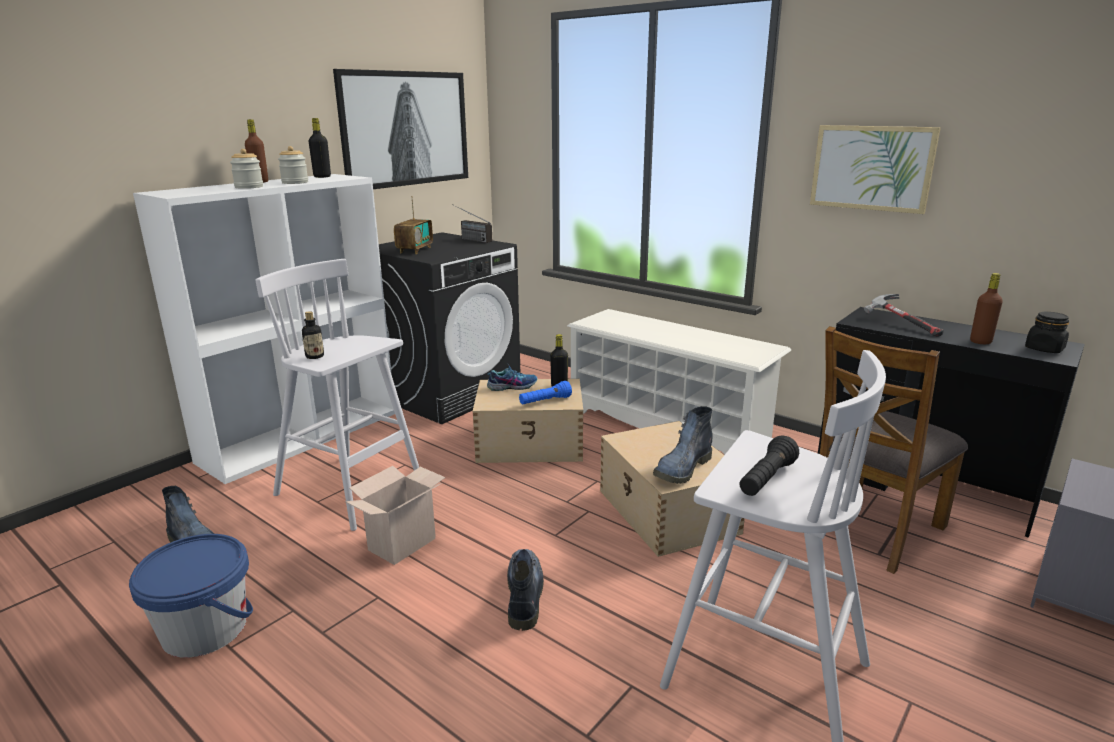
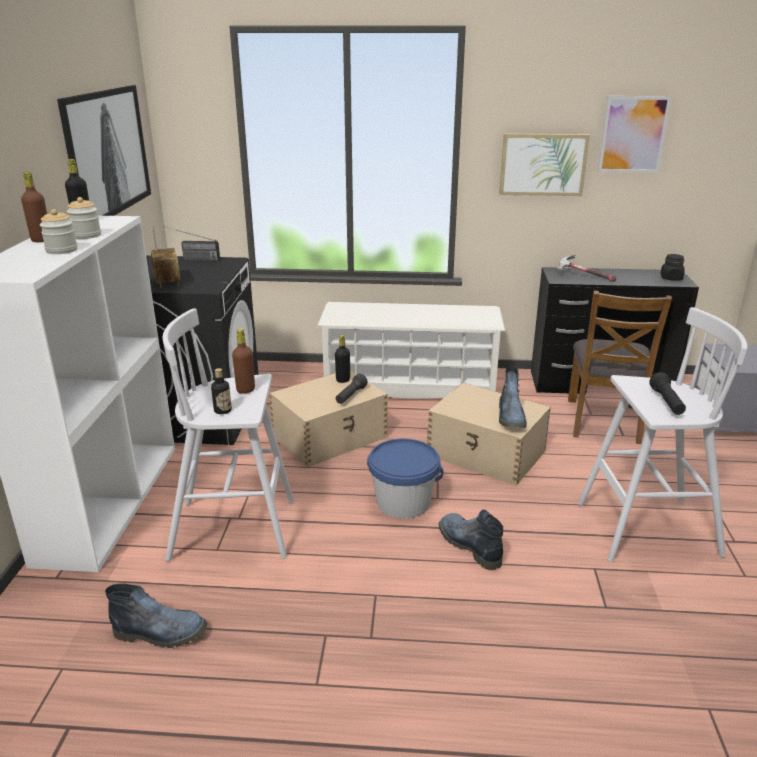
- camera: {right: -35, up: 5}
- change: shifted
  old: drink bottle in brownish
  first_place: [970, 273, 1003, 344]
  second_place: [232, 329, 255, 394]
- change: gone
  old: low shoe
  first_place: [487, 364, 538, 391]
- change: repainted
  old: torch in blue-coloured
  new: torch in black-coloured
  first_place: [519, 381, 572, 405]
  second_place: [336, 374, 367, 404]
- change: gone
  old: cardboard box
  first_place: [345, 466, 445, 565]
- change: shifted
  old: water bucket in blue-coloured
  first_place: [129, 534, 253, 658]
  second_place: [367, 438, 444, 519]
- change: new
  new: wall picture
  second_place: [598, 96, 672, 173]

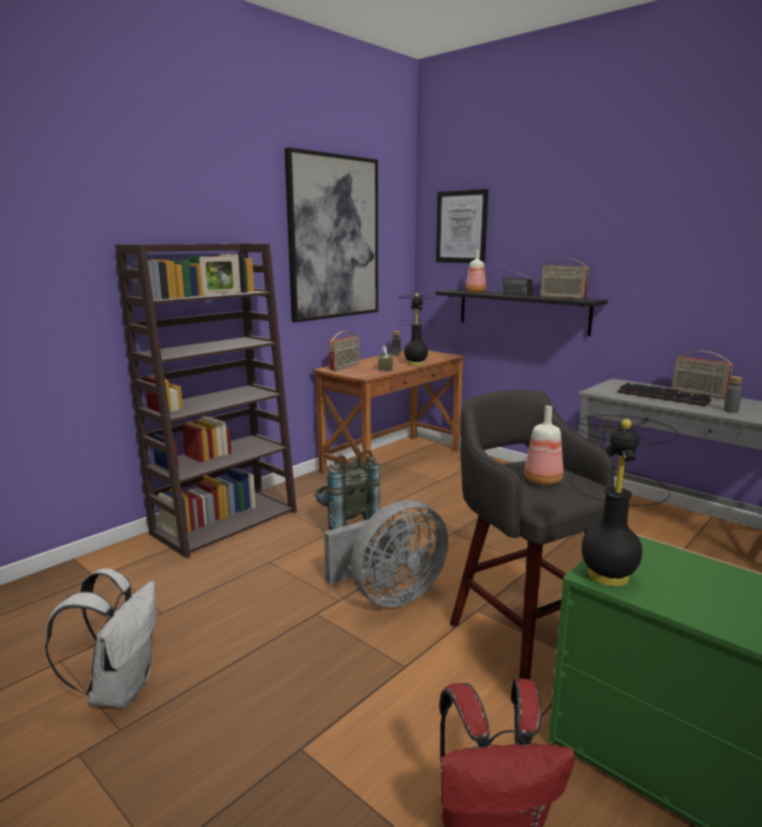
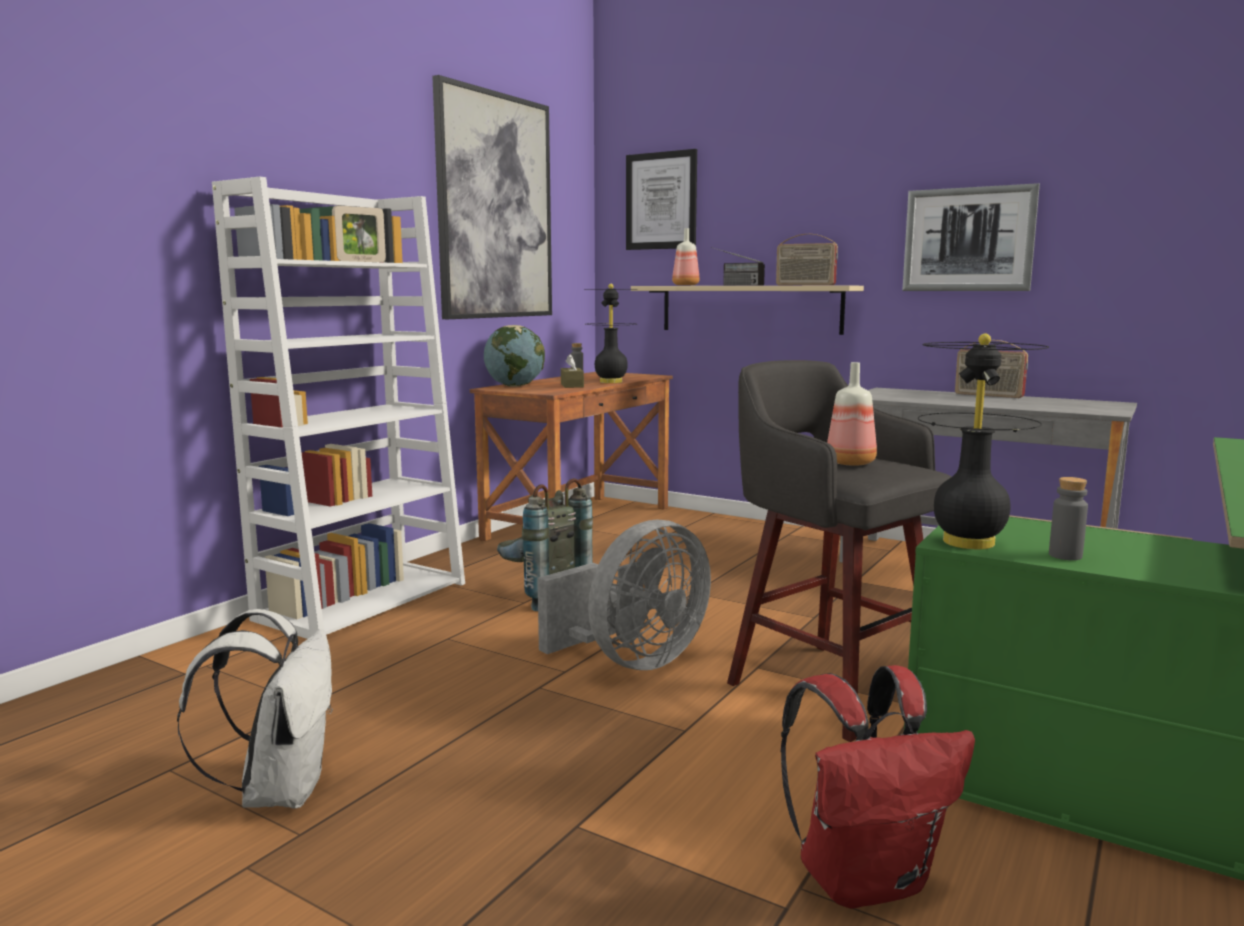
- camera: {right: -10, up: -5}
- change: repainted
  old: bookcase in brownish
  new: bookcase in whitish
  first_place: [115, 243, 297, 558]
  second_place: [212, 177, 465, 639]
- change: repainted
  old: bracket shelf in black-coloured
  new: bracket shelf in beige
  first_place: [436, 290, 608, 336]
  second_place: [631, 286, 864, 335]
- change: swapped
  old: radio set
  new: desk globe
  first_place: [329, 331, 359, 370]
  second_place: [484, 325, 545, 387]
- change: shifted
  old: drink bottle in gray
  first_place: [723, 376, 743, 413]
  second_place: [1049, 477, 1088, 560]
- change: gone
  old: PC keyboard
  first_place: [618, 383, 712, 406]
- change: new
  new: wall picture
  second_place: [902, 183, 1040, 291]

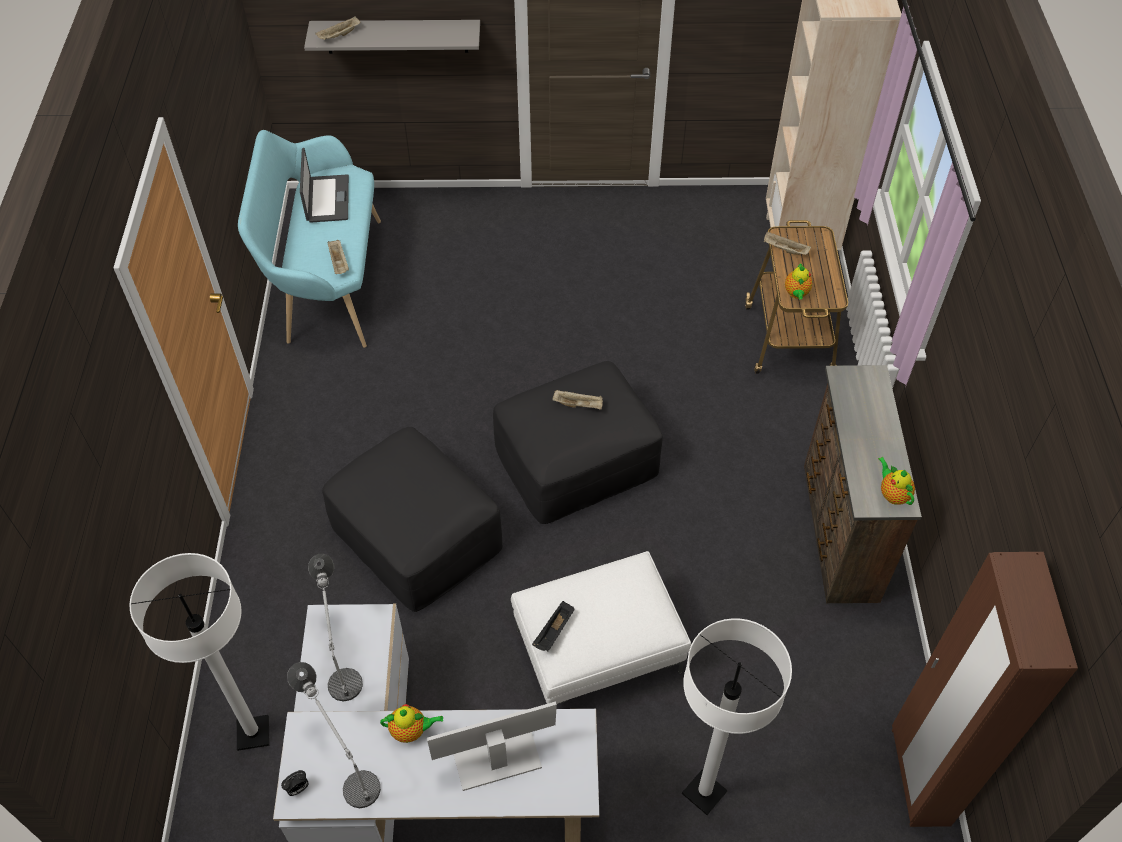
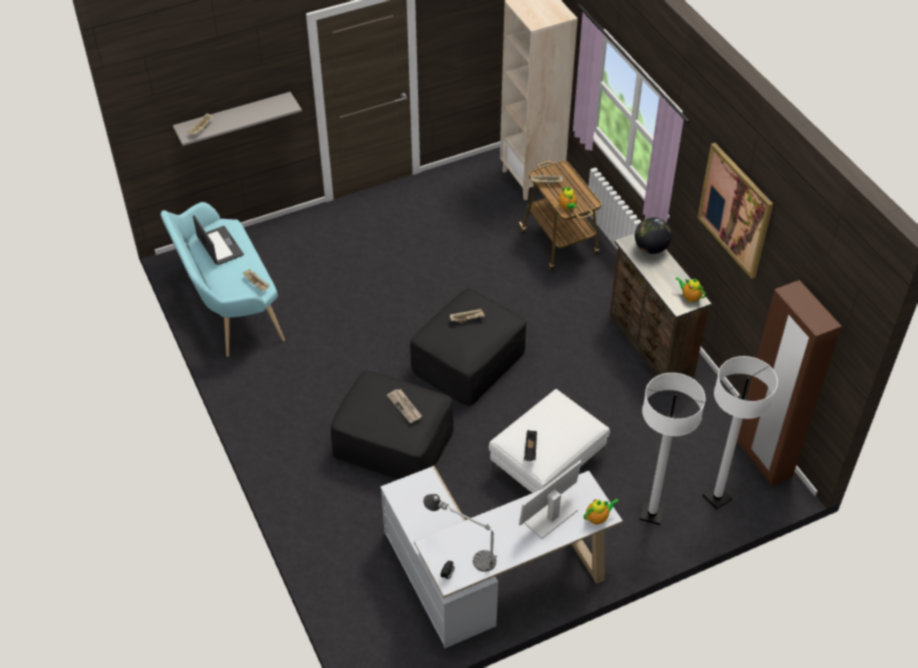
- camera: {right: -25, up: -5}
- change: shifted
  old: standing lamp in whitish
  first_place: [130, 553, 270, 751]
  second_place: [703, 356, 778, 509]
- change: gone
  old: lamp for a table
  first_place: [308, 554, 363, 701]
- change: shifted
  old: tea pot
  first_place: [380, 704, 443, 743]
  second_place: [584, 499, 619, 524]
- change: new
  new: wall picture
  second_place: [697, 143, 773, 279]
- change: new
  new: desk globe
  second_place: [635, 217, 672, 254]
- change: new
  new: daily paper
  second_place: [387, 389, 422, 423]

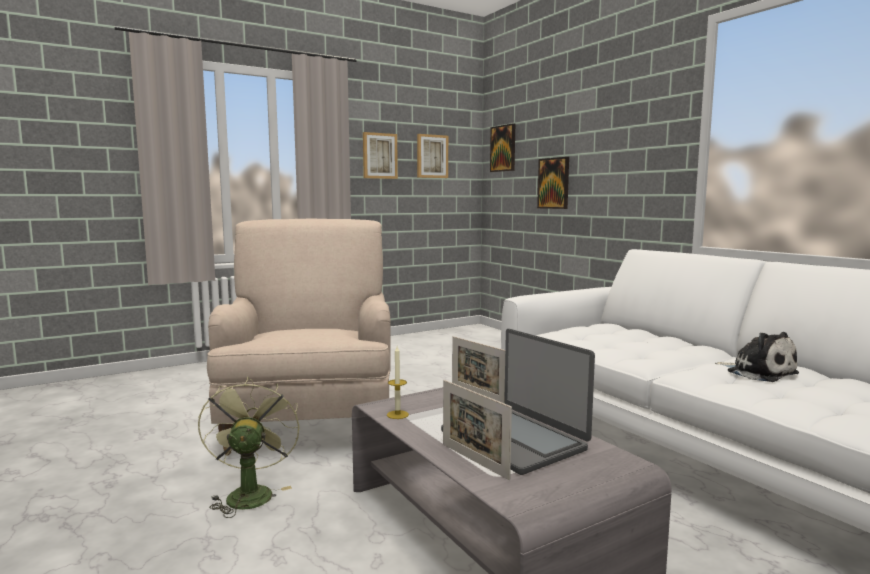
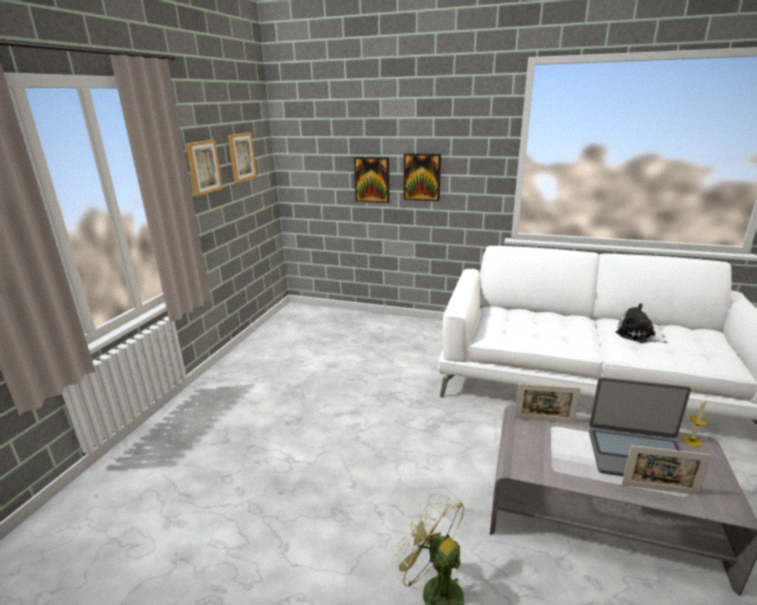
- camera: {right: -40, up: 15}
- change: shifted
  old: wall picture
  first_place: [490, 123, 515, 172]
  second_place: [404, 154, 441, 201]
- change: gone
  old: easy chair in beige
  first_place: [207, 219, 391, 456]
- change: rotated
  old: soft toy
  first_place: [715, 332, 799, 382]
  second_place: [616, 303, 668, 343]
  degrees: -150
- change: shifted
  old: wax light
  first_place: [387, 346, 409, 419]
  second_place: [683, 397, 707, 447]

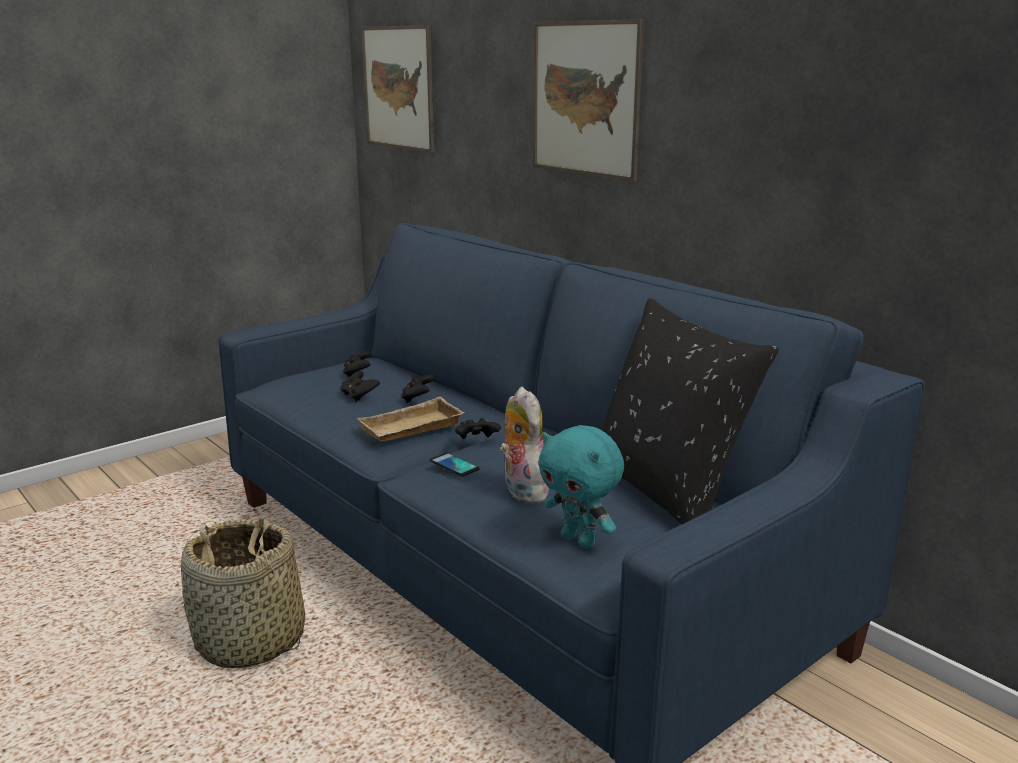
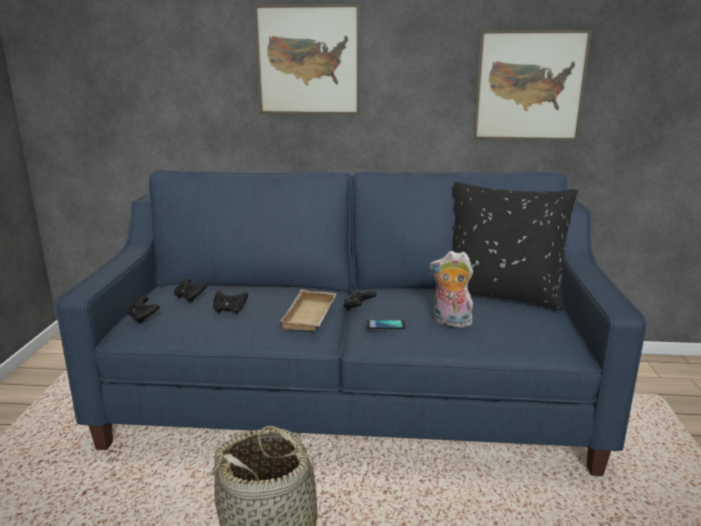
- camera: {right: -45, up: 0}
- change: shifted
  old: wall picture
  first_place: [361, 25, 434, 153]
  second_place: [473, 30, 592, 141]
- change: shifted
  old: joypad in black-coloured
  first_place: [401, 374, 435, 403]
  second_place: [127, 296, 160, 324]
- change: gone
  old: soft toy in turquoise
  first_place: [538, 425, 624, 549]

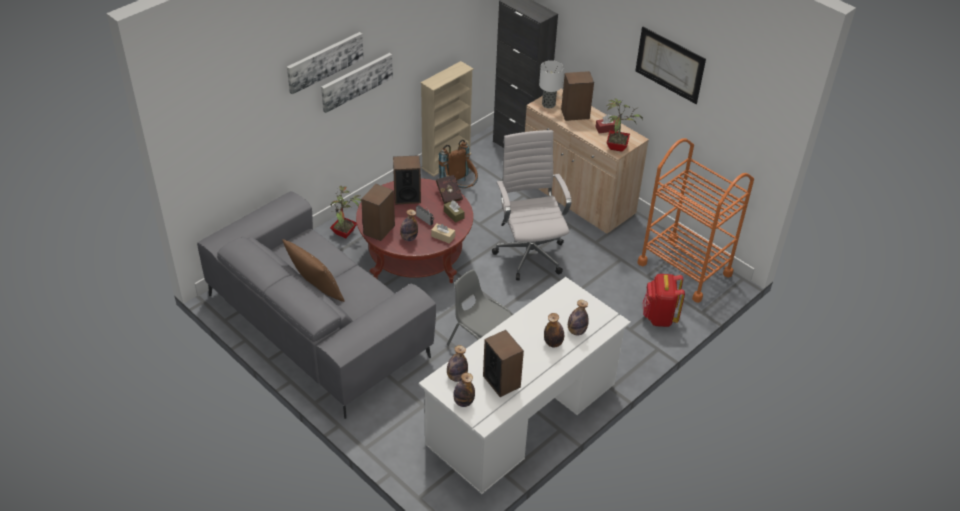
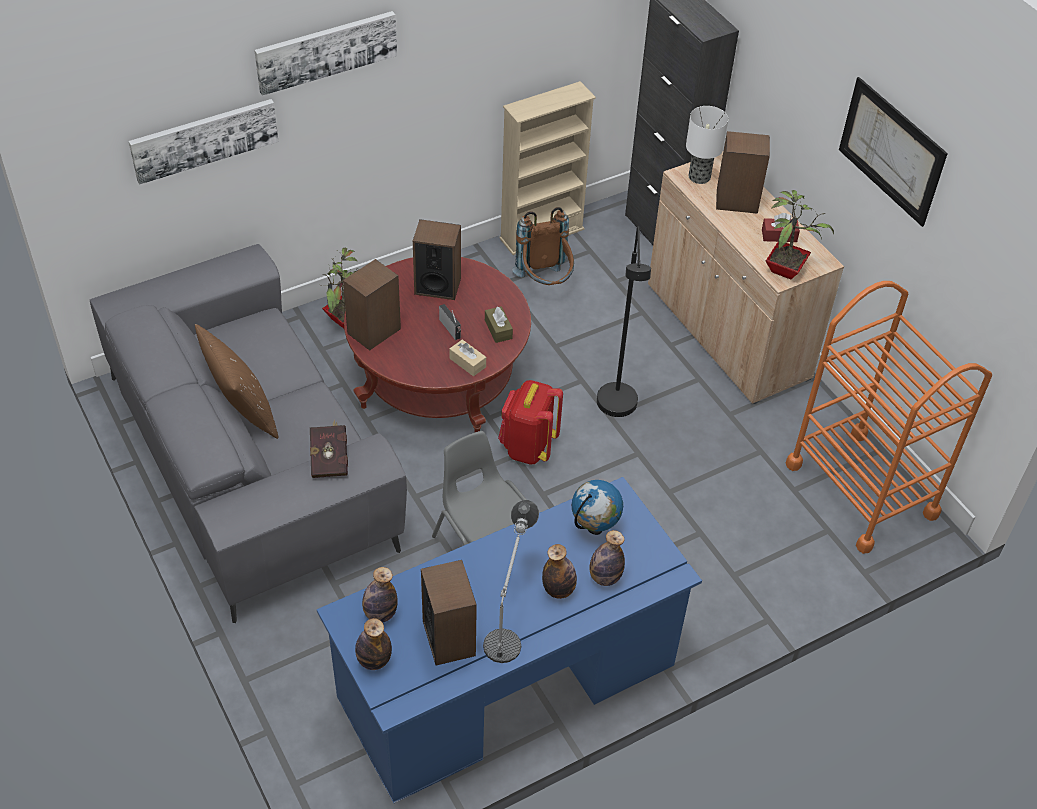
- camera: {right: 15, up: 5}
- change: shifted
  old: wall picture
  first_place: [321, 53, 393, 113]
  second_place: [129, 99, 279, 185]
- change: swapped
  old: office chair in whitish
  new: standing lamp in black-coloured
  first_place: [492, 130, 572, 280]
  second_place: [597, 226, 651, 417]
- change: shifted
  old: book in red
  first_place: [436, 175, 463, 204]
  second_place: [310, 420, 348, 478]
- change: gone
  old: drink bottle
  first_place: [400, 209, 418, 241]
- change: shifted
  old: knapsack in red
  first_place: [642, 274, 685, 327]
  second_place: [498, 380, 563, 464]
- change: repainted
  old: desk table in whitish
  new: desk table in blue-coloured
  first_place: [419, 277, 631, 494]
  second_place: [317, 477, 702, 804]
- change: new
  new: desk globe
  second_place: [572, 480, 623, 535]
- change: new
  new: lamp for a table
  second_place: [483, 500, 539, 663]

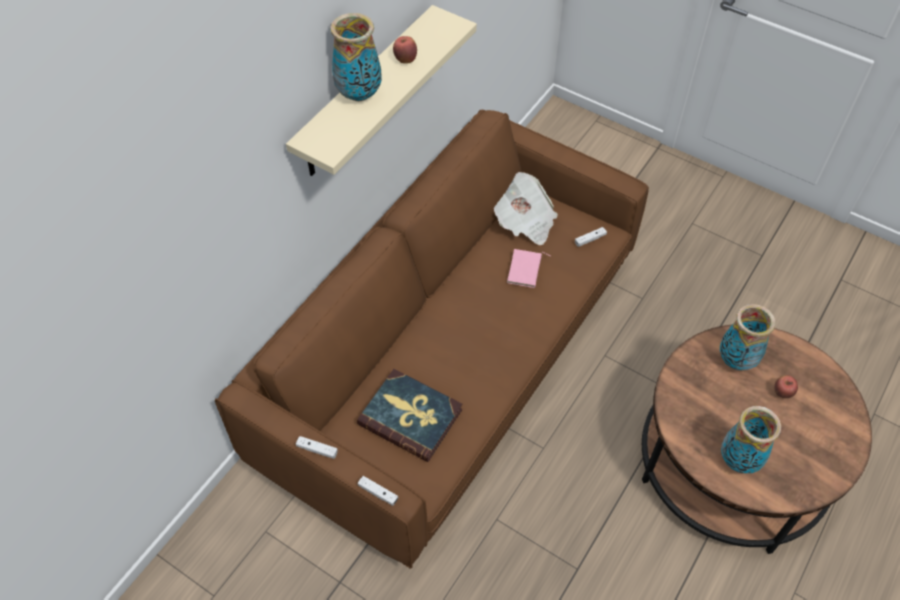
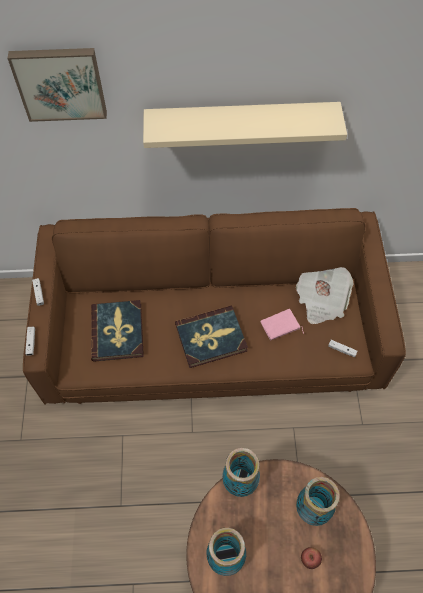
- camera: {right: 55, up: 5}
- change: shifted
  old: flower vase
  first_place: [330, 13, 382, 101]
  second_place: [222, 448, 260, 497]
- change: gone
  old: apple
  first_place: [393, 36, 417, 64]
- change: new
  new: wall picture
  second_place: [7, 48, 107, 122]
- change: new
  new: book
  second_place: [175, 305, 248, 368]

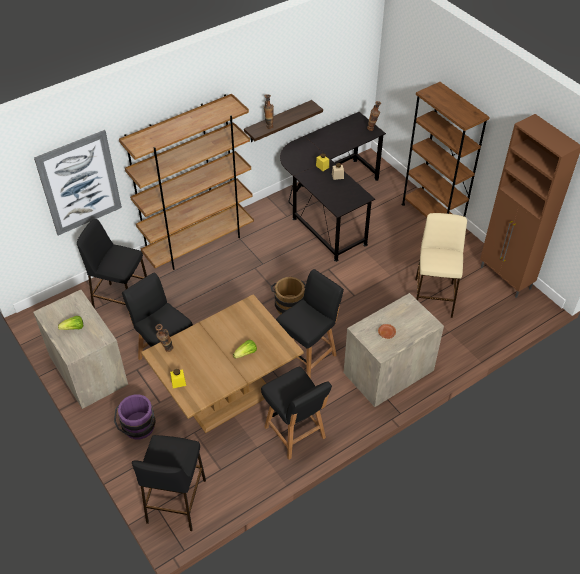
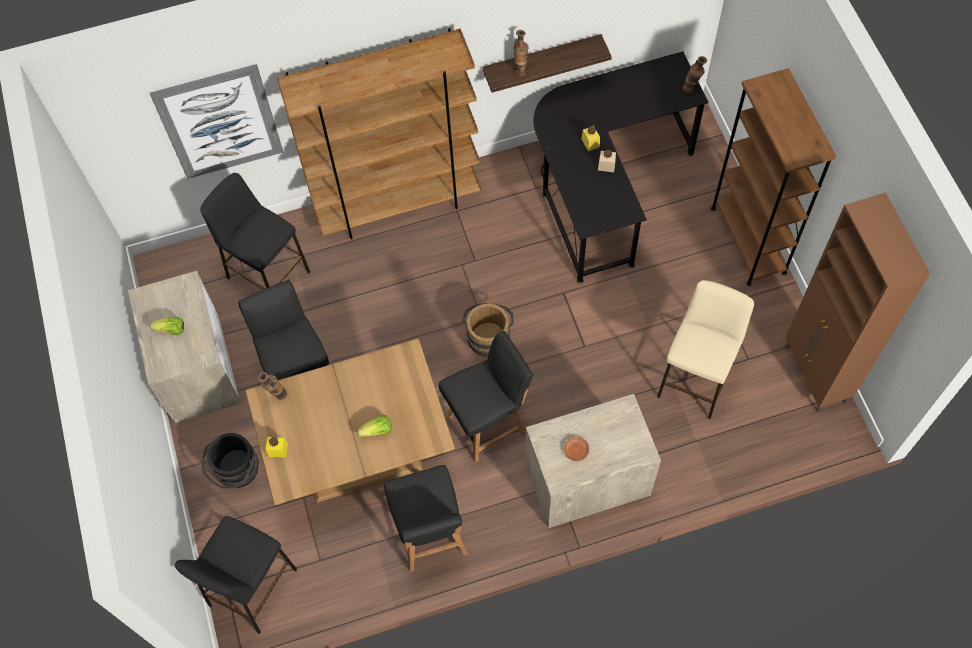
- camera: {right: 20, up: 15}
- change: repainted
  old: water bucket in purplish
  new: water bucket in black-coloured
  first_place: [114, 395, 156, 439]
  second_place: [201, 433, 259, 489]

